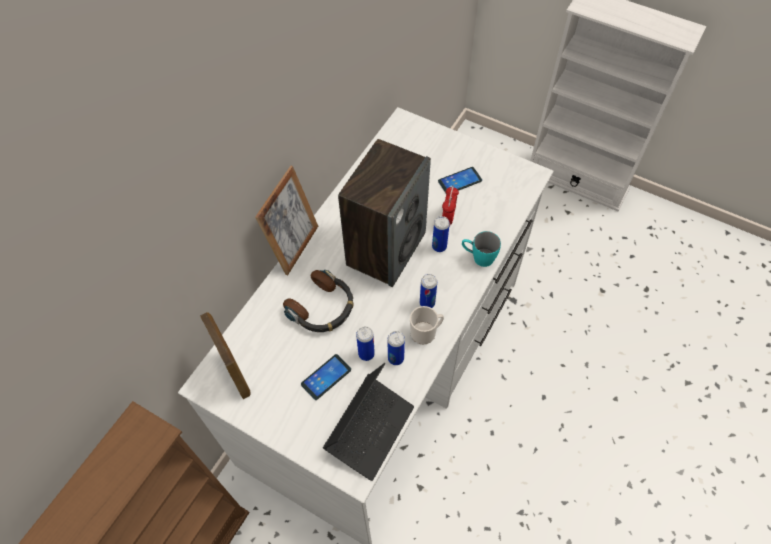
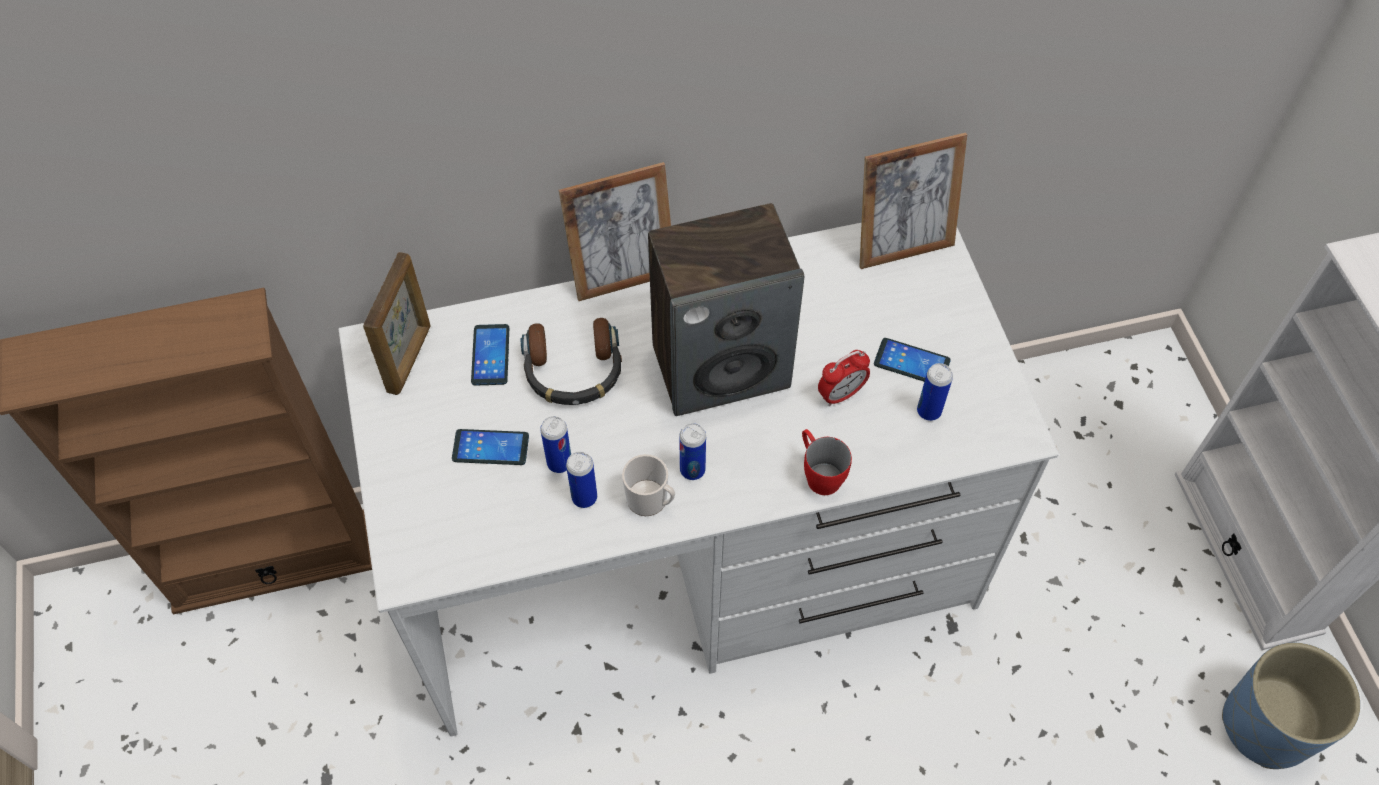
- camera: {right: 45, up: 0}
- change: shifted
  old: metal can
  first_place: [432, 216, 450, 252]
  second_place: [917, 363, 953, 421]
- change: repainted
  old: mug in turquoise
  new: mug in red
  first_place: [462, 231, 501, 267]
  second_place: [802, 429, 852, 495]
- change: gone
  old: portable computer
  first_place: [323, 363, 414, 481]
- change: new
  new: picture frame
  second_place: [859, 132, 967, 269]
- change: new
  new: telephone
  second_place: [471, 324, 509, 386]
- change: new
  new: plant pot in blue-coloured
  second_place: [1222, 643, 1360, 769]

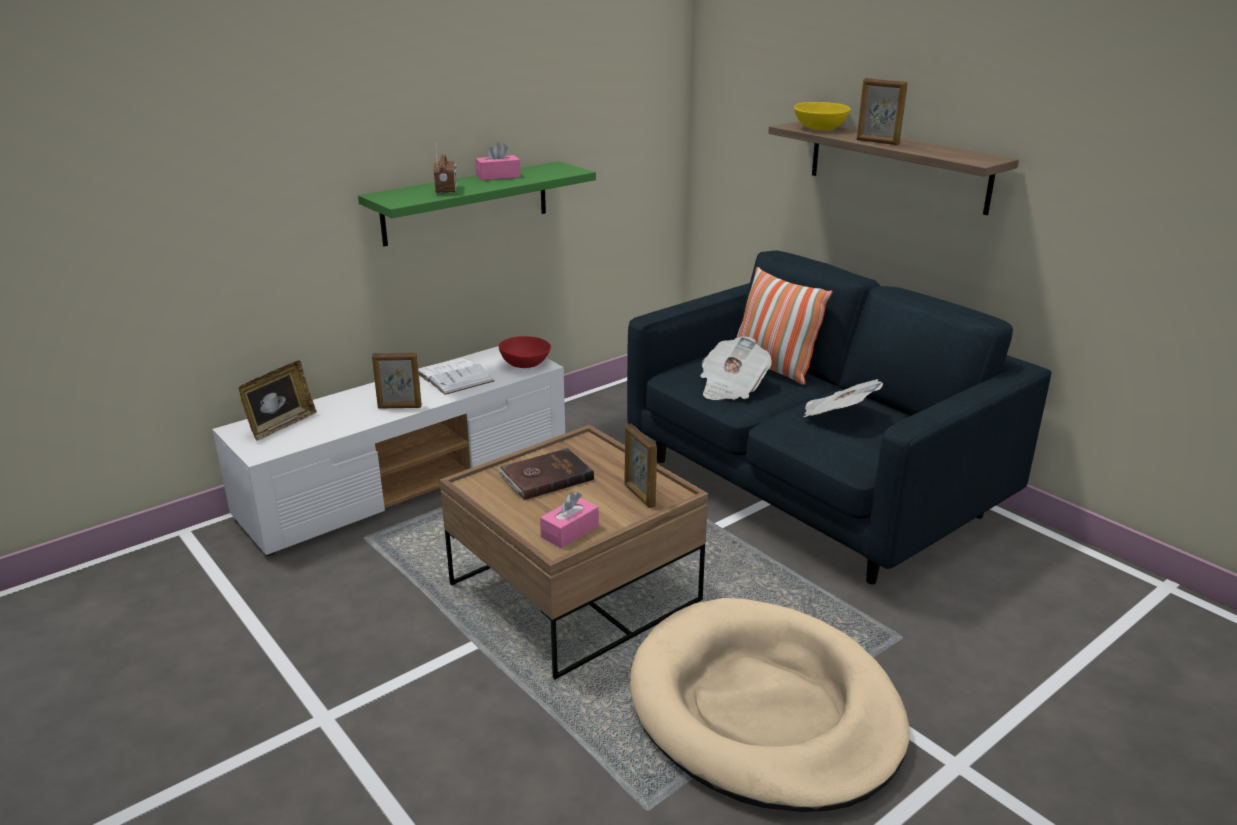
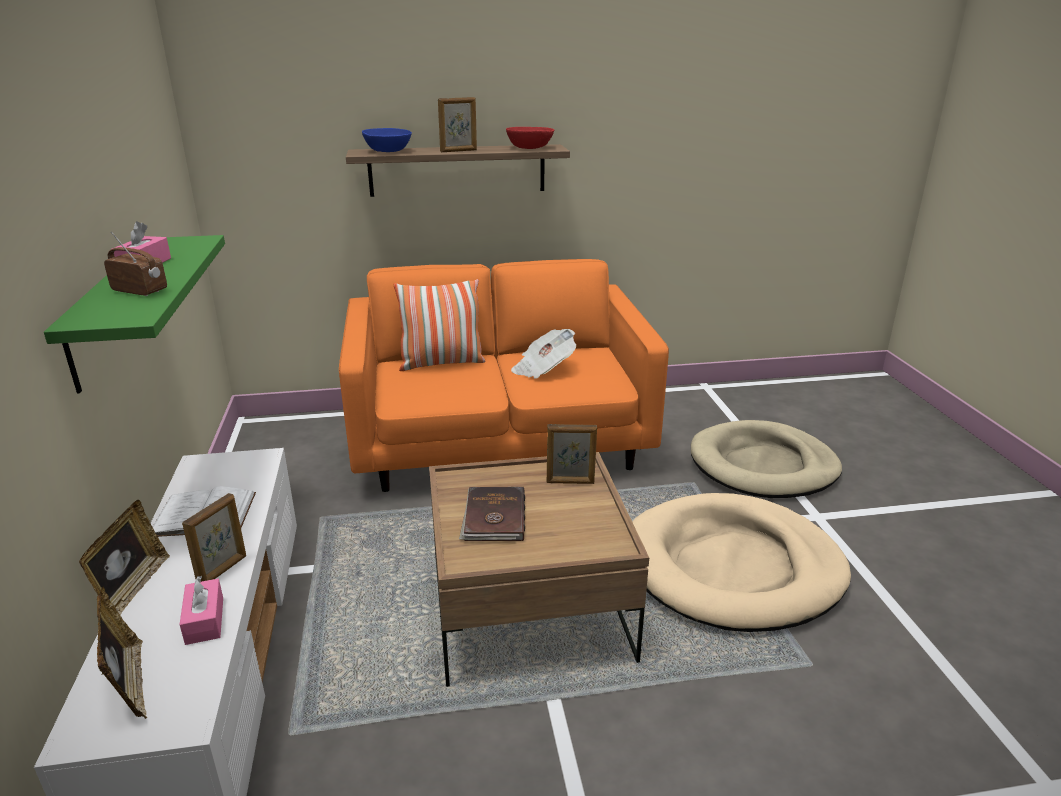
- camera: {right: -60, up: 0}
- change: repainted
  old: serving bowl in yellow
  new: serving bowl in blue-coloured
  first_place: [794, 102, 851, 130]
  second_place: [362, 128, 412, 152]
- change: repainted
  old: sofa in blue-coloured
  new: sofa in orange-coloured
  first_place: [627, 250, 1052, 584]
  second_place: [339, 259, 669, 492]
- change: shifted
  old: serving bowl in red
  first_place: [499, 336, 551, 368]
  second_place: [506, 127, 554, 149]
- change: gone
  old: daily paper
  first_place: [700, 336, 772, 400]
- change: shifted
  old: tissue box in pink
  first_place: [540, 492, 599, 548]
  second_place: [180, 576, 223, 645]
- change: new
  new: dog bed in beige
  second_place: [691, 420, 842, 498]
- change: new
  new: picture frame
  second_place: [79, 500, 170, 615]

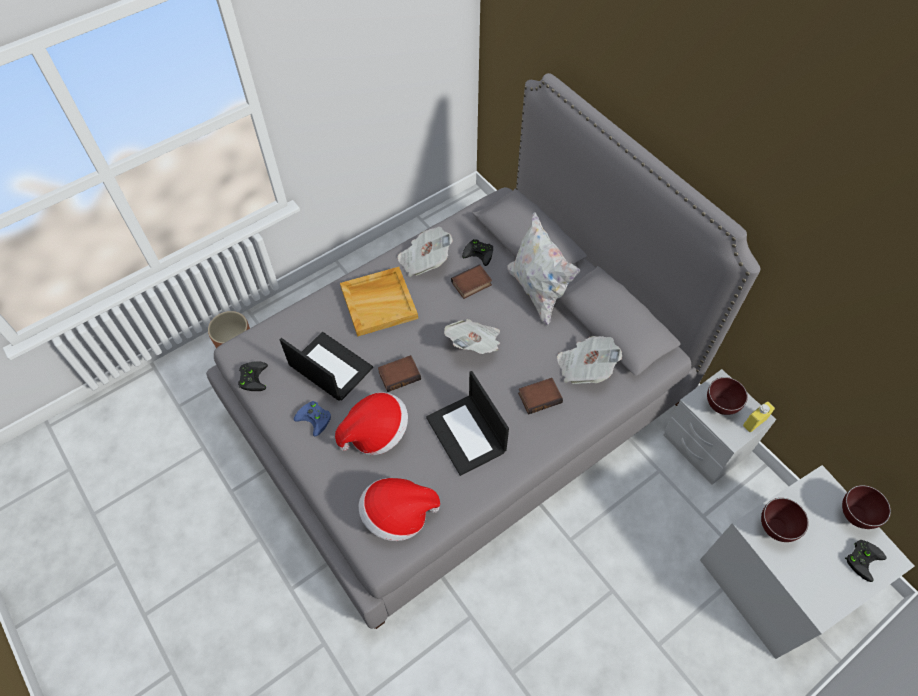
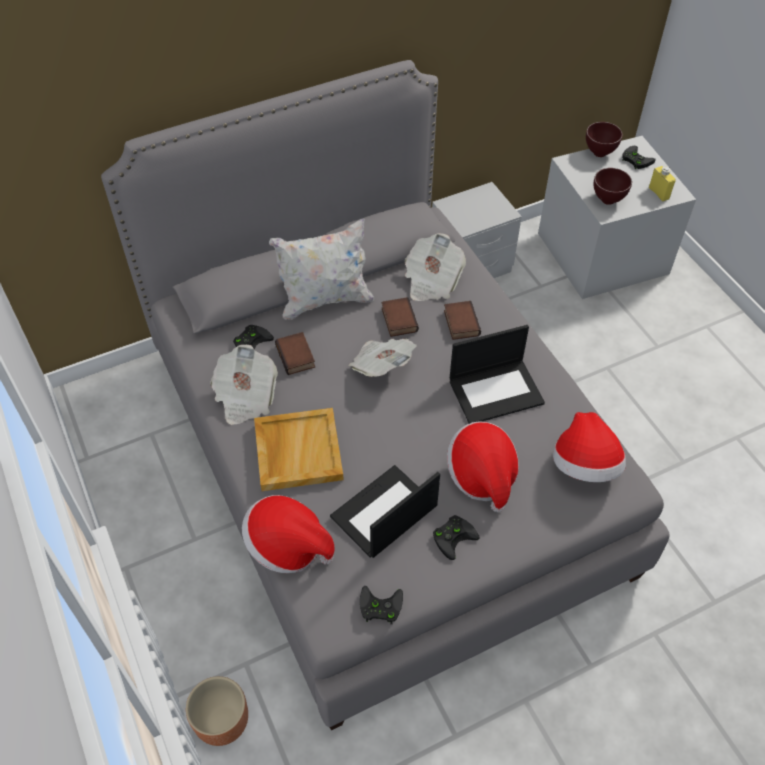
- camera: {right: -80, up: -5}
- change: shifted
  old: book
  first_place: [378, 355, 421, 392]
  second_place: [381, 297, 419, 337]
- change: gone
  old: serving bowl in brownish
  first_place: [707, 377, 748, 415]
- change: repainted
  old: joypad in blue-coloured
  new: joypad in black-coloured
  first_place: [294, 401, 331, 437]
  second_place: [433, 515, 480, 560]
- change: shifted
  old: drink bottle in yellow
  first_place: [743, 401, 775, 432]
  second_place: [649, 166, 676, 202]
- change: new
  new: hat
  second_place: [242, 495, 334, 573]

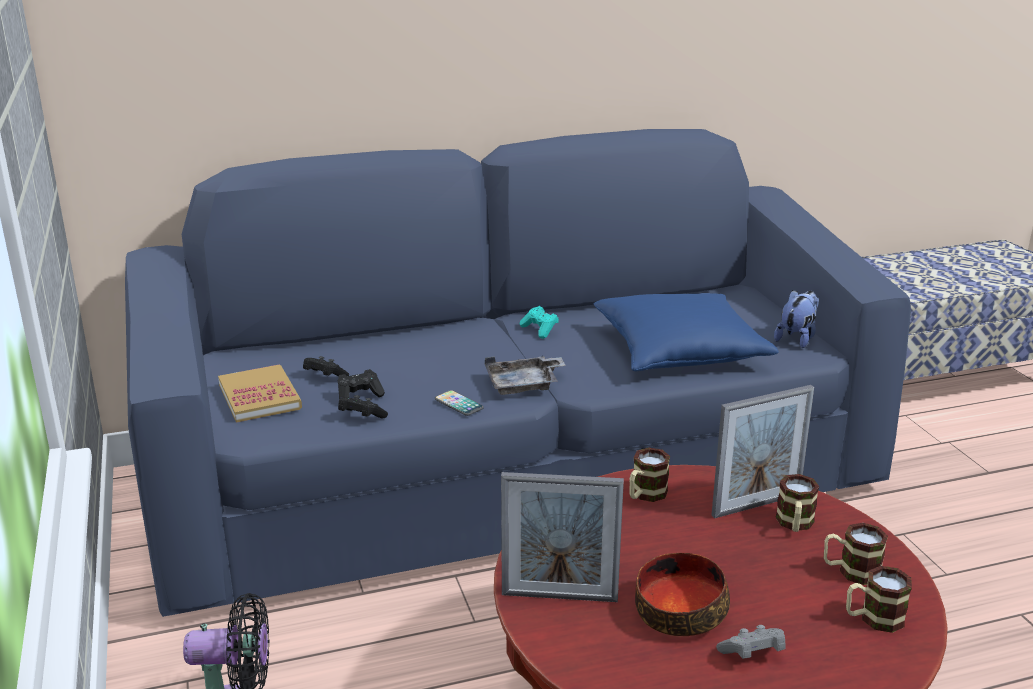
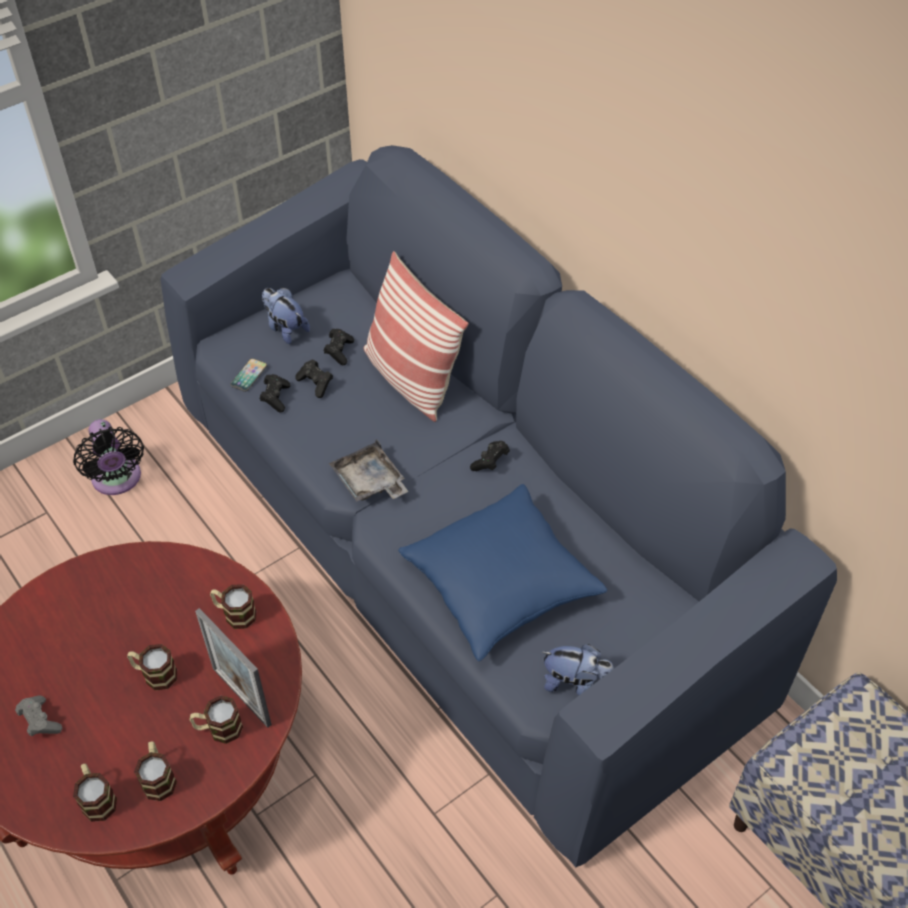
- camera: {right: 70, up: 25}
- change: repainted
  old: joypad in turquoise
  new: joypad in black-coloured
  first_place: [520, 306, 559, 339]
  second_place: [470, 441, 510, 471]
- change: swapped
  old: book
  new: soft toy
  first_place: [218, 364, 302, 423]
  second_place: [262, 288, 310, 344]
- change: shifted
  old: telephone
  first_place: [435, 390, 484, 416]
  second_place: [230, 358, 268, 392]
- change: gone
  old: picture frame
  first_place: [501, 472, 624, 602]
- change: gone
  old: serving bowl
  first_place: [635, 553, 730, 636]
- change: new
  new: pillow
  second_place: [364, 251, 468, 422]
- change: new
  new: mug
  second_place: [127, 644, 177, 690]

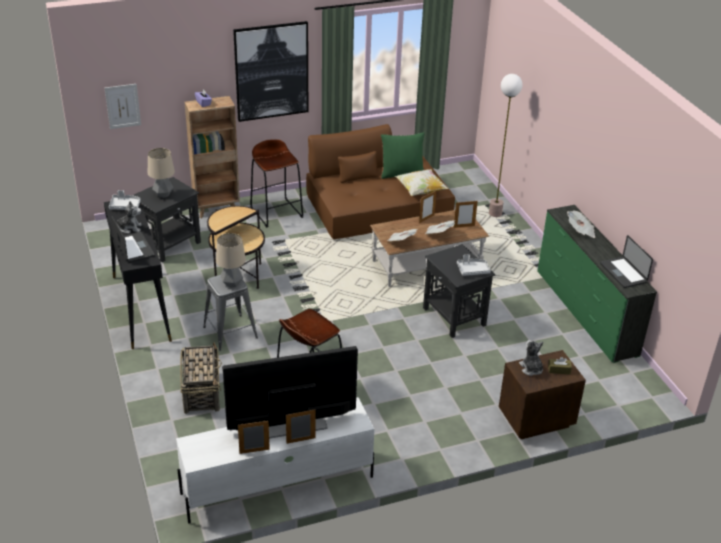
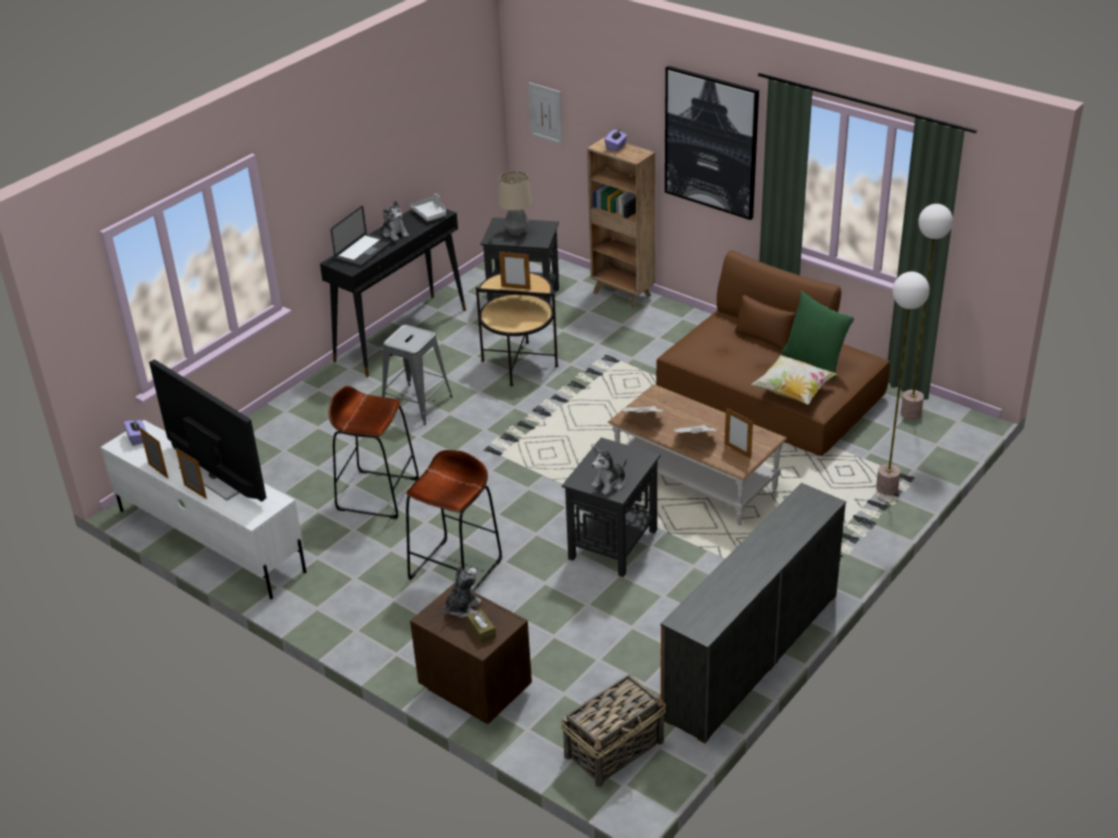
- camera: {right: 60, up: 0}
- change: shifted
  old: stool in brownish
  first_place: [250, 139, 303, 227]
  second_place: [406, 450, 502, 592]
- change: shifted
  old: picture frame
  first_place: [419, 190, 437, 223]
  second_place: [499, 252, 531, 290]
- change: repainted
  old: chest of drawers in green
  new: chest of drawers in brownish
  first_place: [537, 205, 657, 363]
  second_place: [660, 483, 846, 743]
- change: gone
  old: daily paper
  first_place: [567, 211, 595, 238]
- change: gone
  old: lamp for a table
  first_place: [216, 233, 246, 288]
- change: gone
  old: portable computer
  first_place: [600, 235, 653, 288]
- change: swapped
  old: carrying tray in gray
  new: soft toy
  first_place: [457, 254, 491, 276]
  second_place: [591, 448, 627, 495]
- change: shifted
  old: basket
  first_place: [180, 343, 222, 414]
  second_place: [561, 674, 666, 787]
- change: new
  new: standing lamp
  second_place: [901, 204, 953, 419]
- change: new
  new: tissue box in purplish
  second_place: [123, 419, 146, 446]

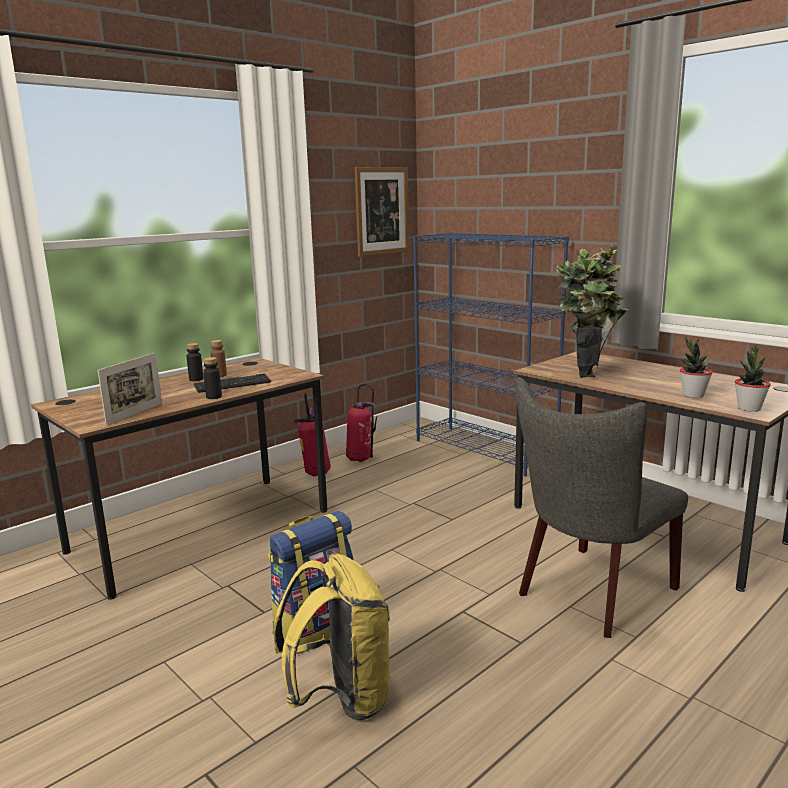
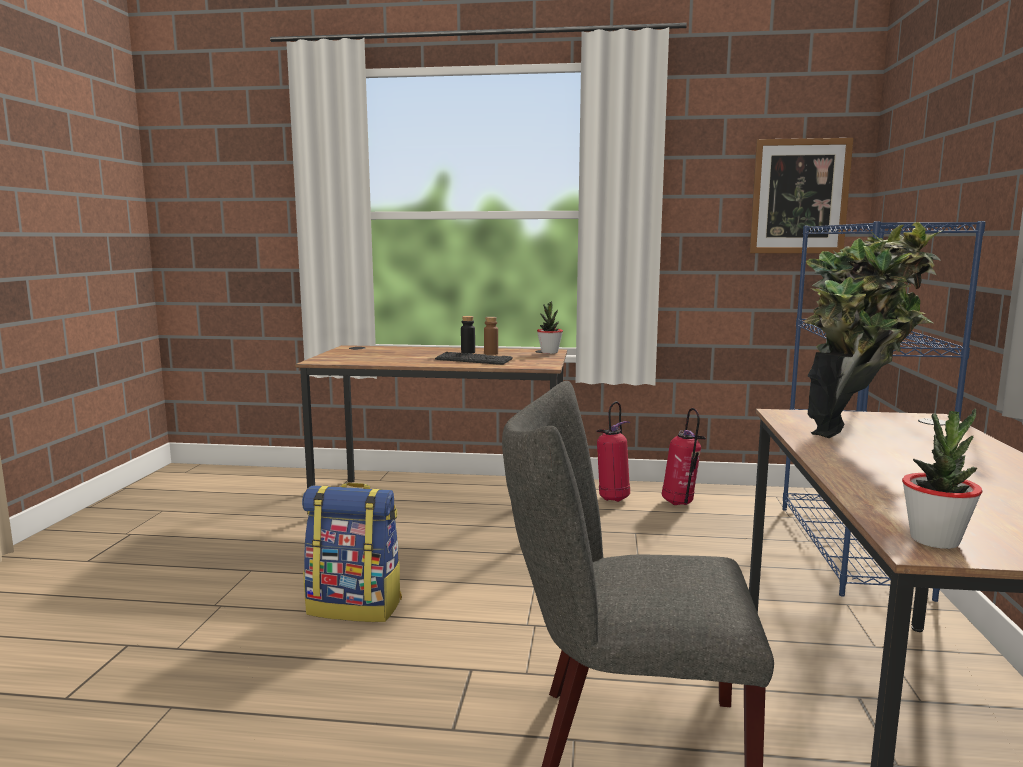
- camera: {right: 50, up: -5}
- change: shifted
  old: potted plant
  first_place: [680, 337, 713, 398]
  second_place: [537, 301, 563, 354]
- change: gone
  old: picture frame
  first_place: [98, 353, 162, 426]
- change: gone
  old: drink bottle in black-coloured
  first_place: [203, 357, 222, 399]
- change: gone
  old: knapsack in yellow
  first_place: [273, 554, 391, 721]

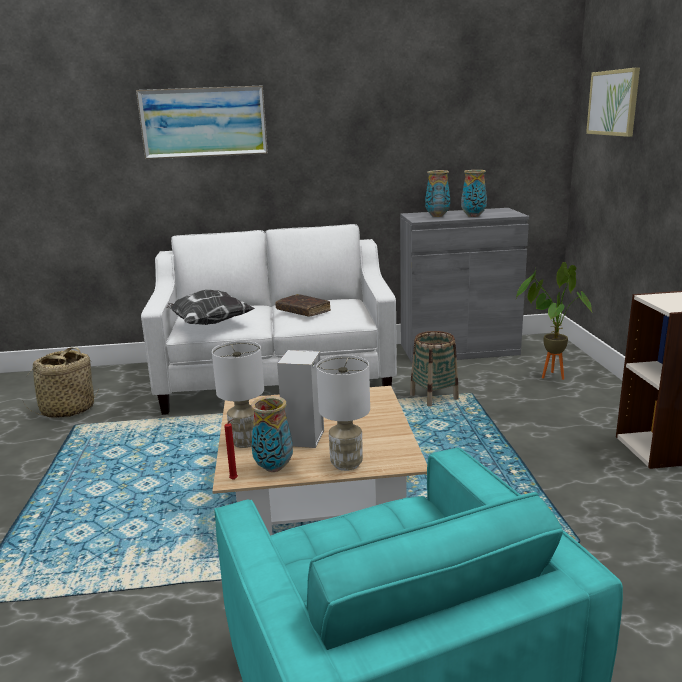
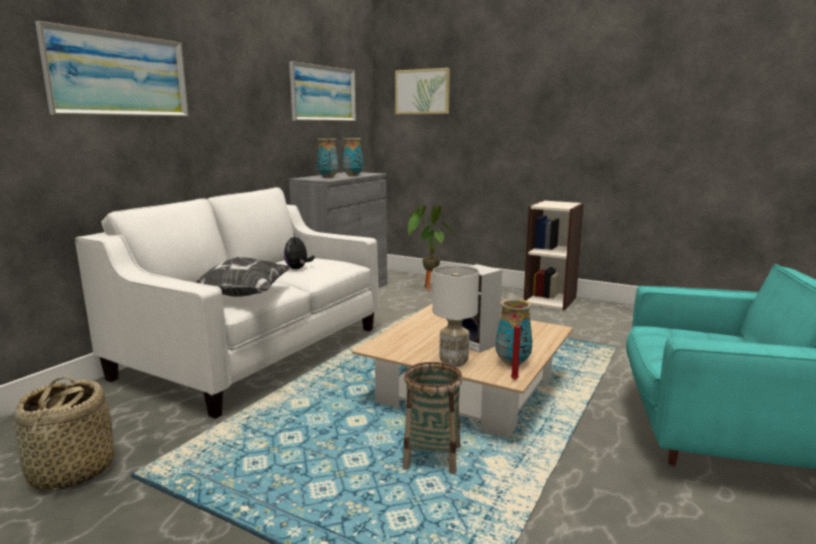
- camera: {right: -55, up: -5}
- change: swapped
  old: book in brownish
  new: soft toy
  first_place: [275, 294, 331, 317]
  second_place: [284, 234, 315, 269]
- change: shifted
  old: basket
  first_place: [410, 331, 459, 407]
  second_place: [403, 362, 463, 474]
- change: gone
  old: lamp for a table in whitish
  first_place: [316, 355, 370, 471]
- change: new
  new: wall picture
  second_place: [289, 61, 356, 121]

